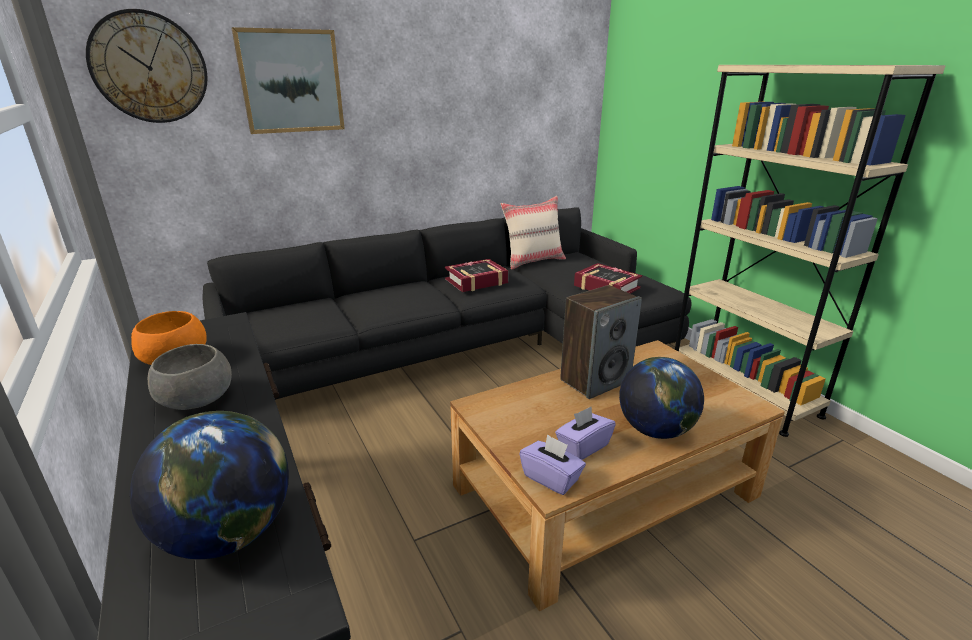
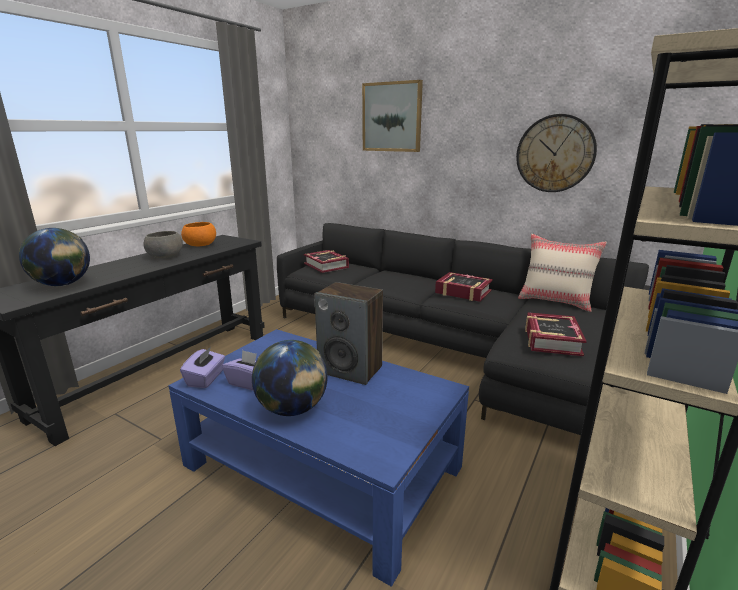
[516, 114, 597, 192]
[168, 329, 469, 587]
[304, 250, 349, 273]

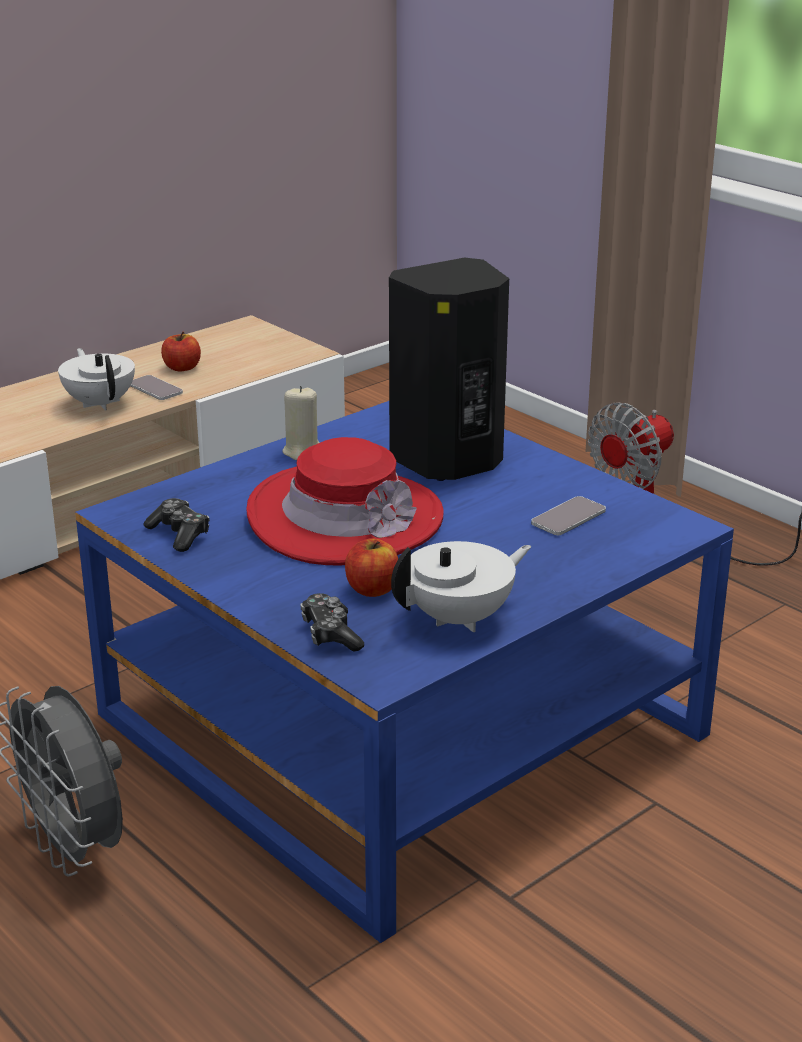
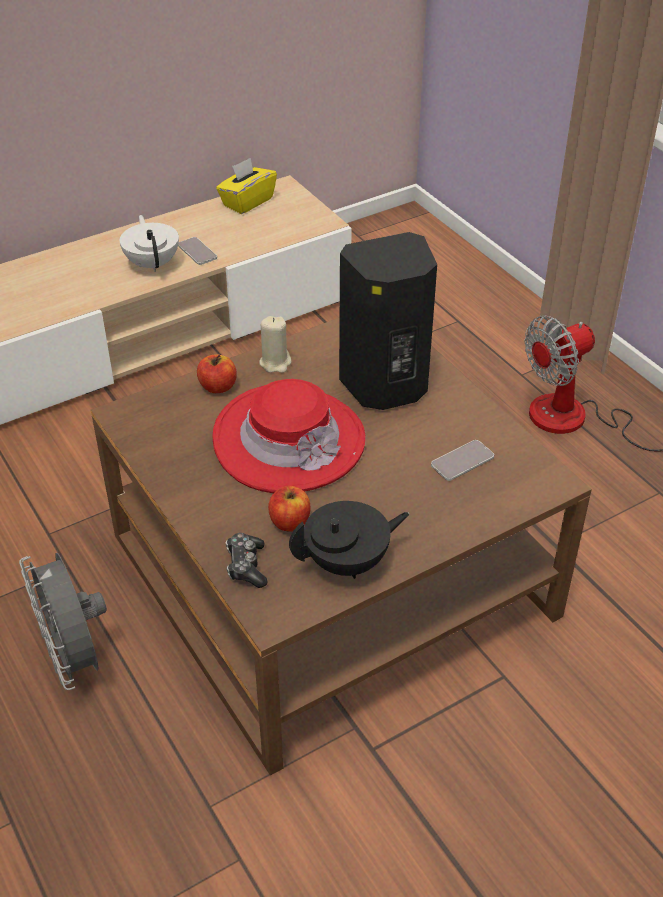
[197, 354, 237, 393]
[91, 317, 592, 775]
[143, 498, 210, 552] (first image)
[289, 501, 409, 579]
[216, 158, 277, 214]

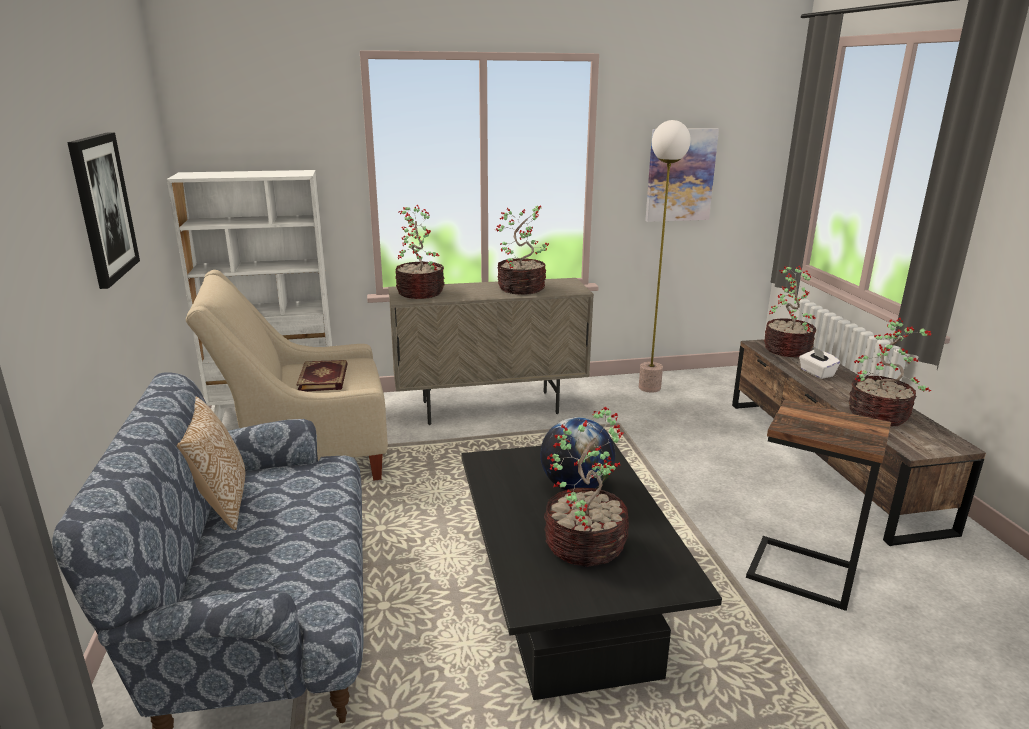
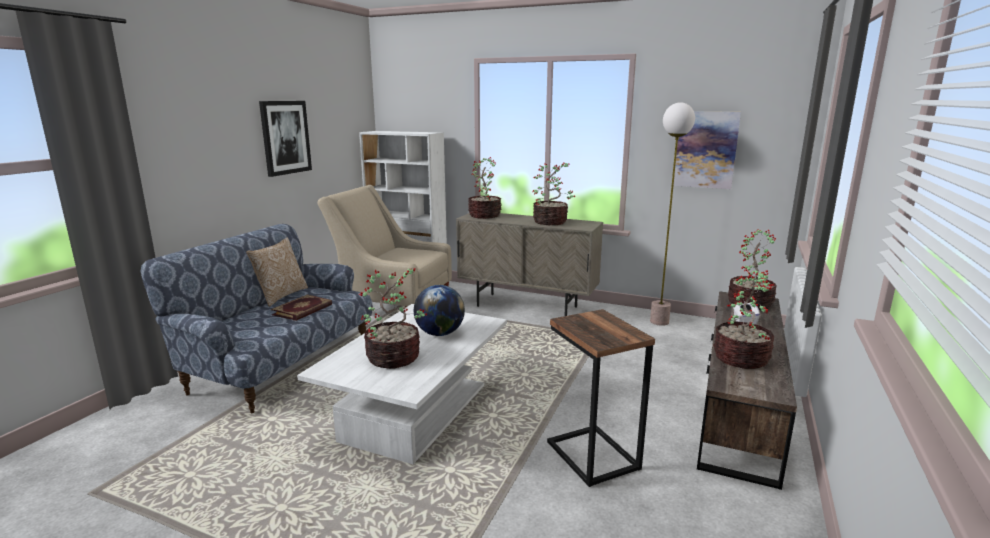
[271, 294, 332, 321]
[297, 304, 507, 464]

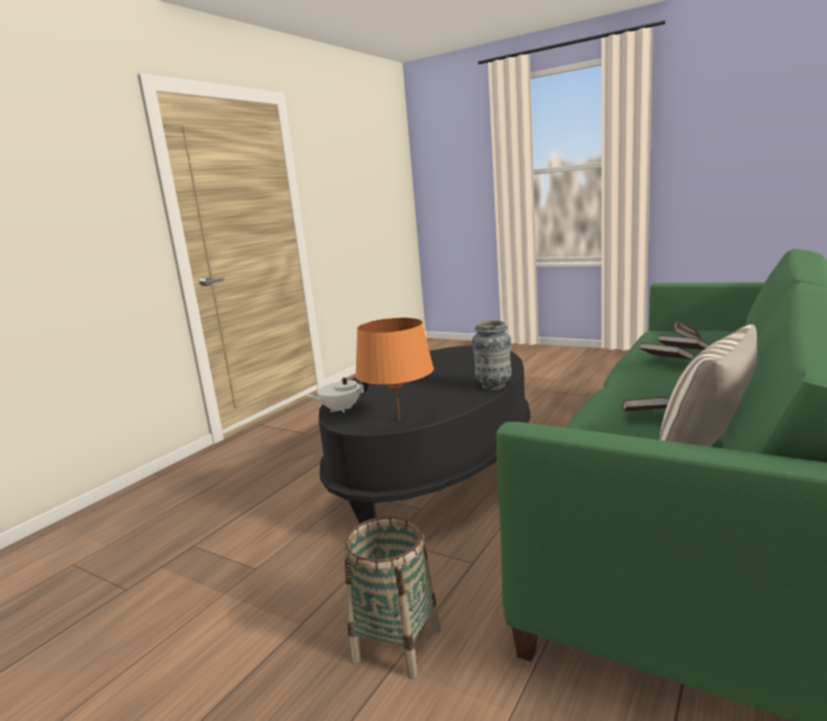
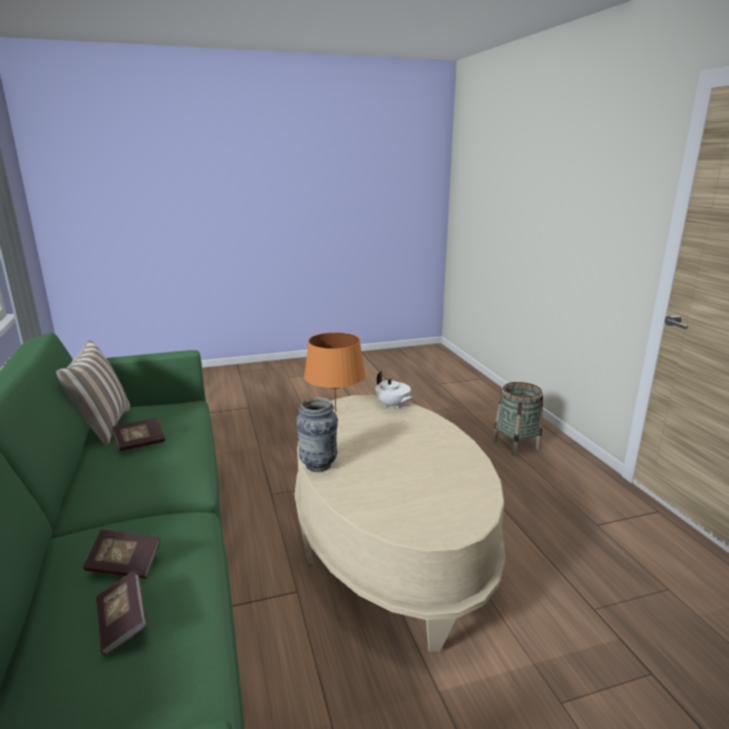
[640, 343, 694, 360] (first image)
[295, 395, 506, 652]
[375, 371, 412, 409]
[492, 382, 543, 456]

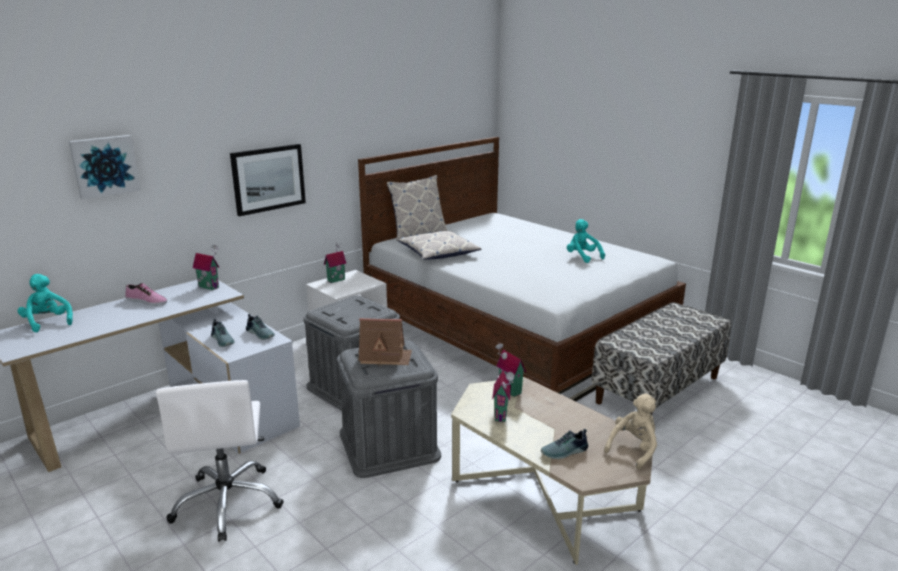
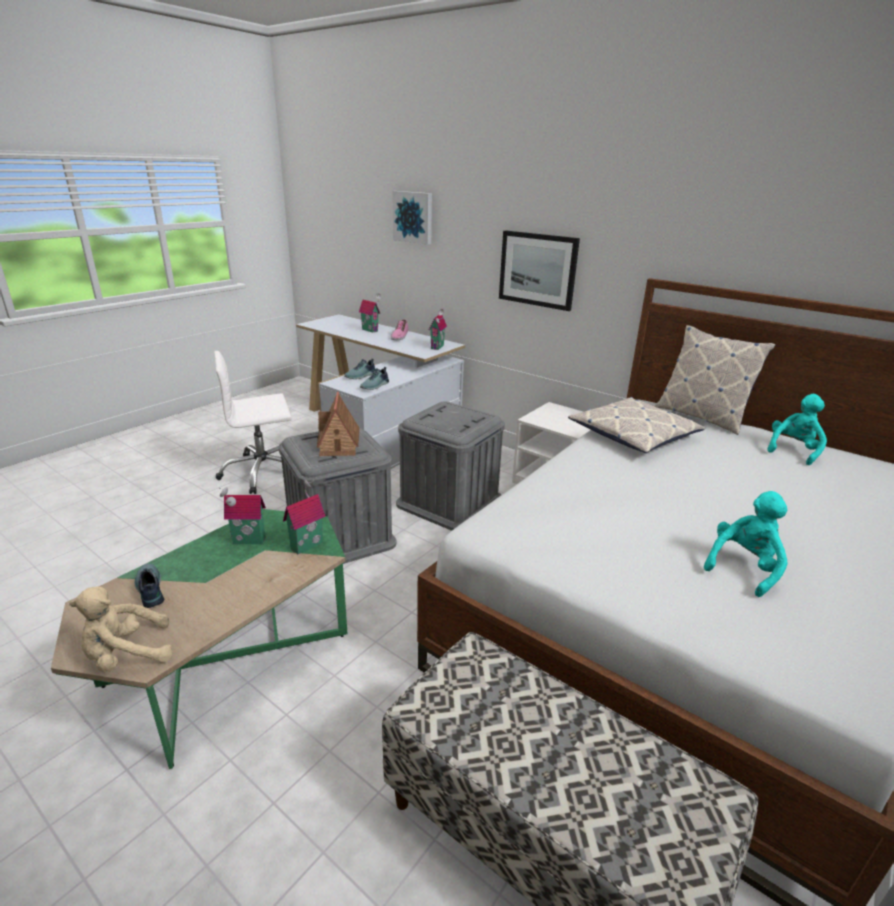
[359, 293, 381, 333]
[767, 394, 827, 465]
[51, 509, 348, 769]
[69, 587, 173, 672]

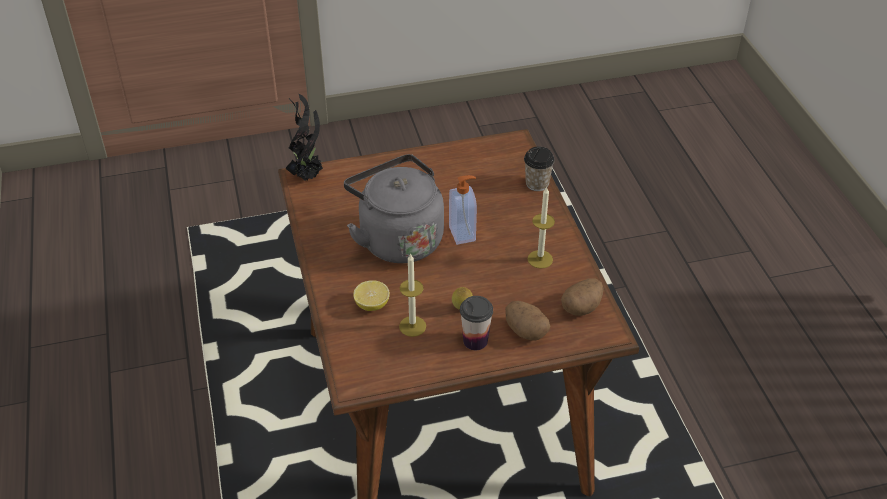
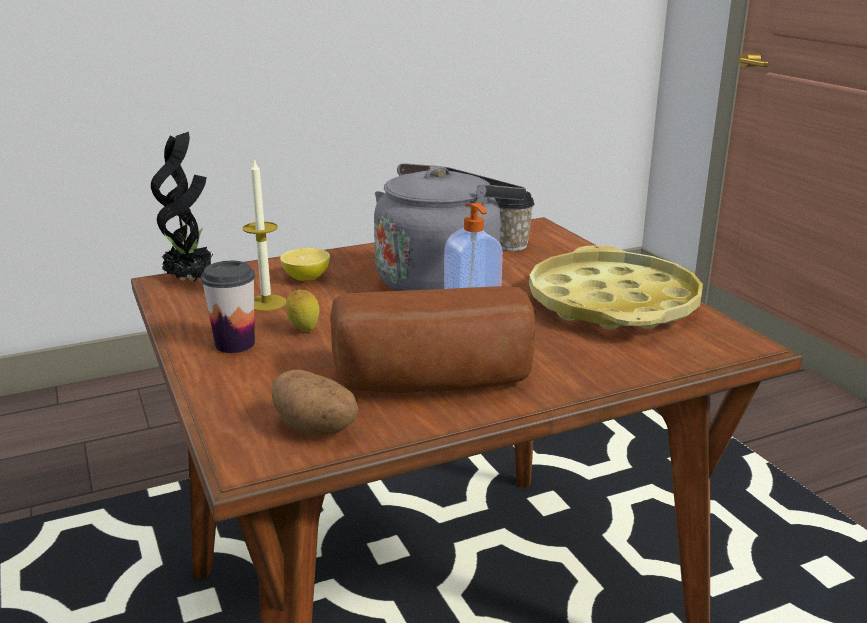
[151, 132, 213, 282]
[495, 191, 534, 251]
[330, 286, 535, 393]
[505, 301, 550, 341] (first image)
[529, 245, 703, 329]

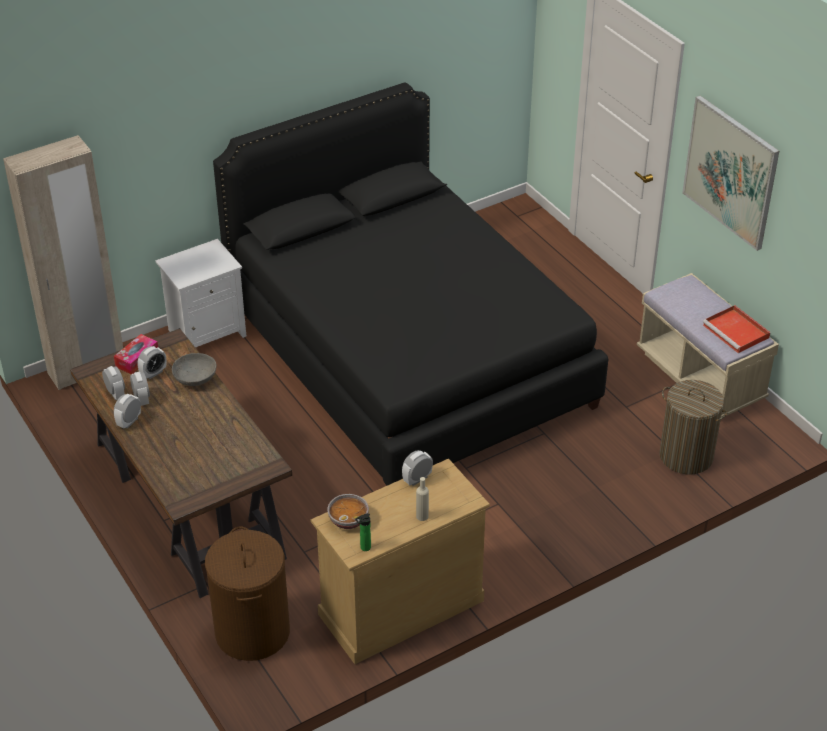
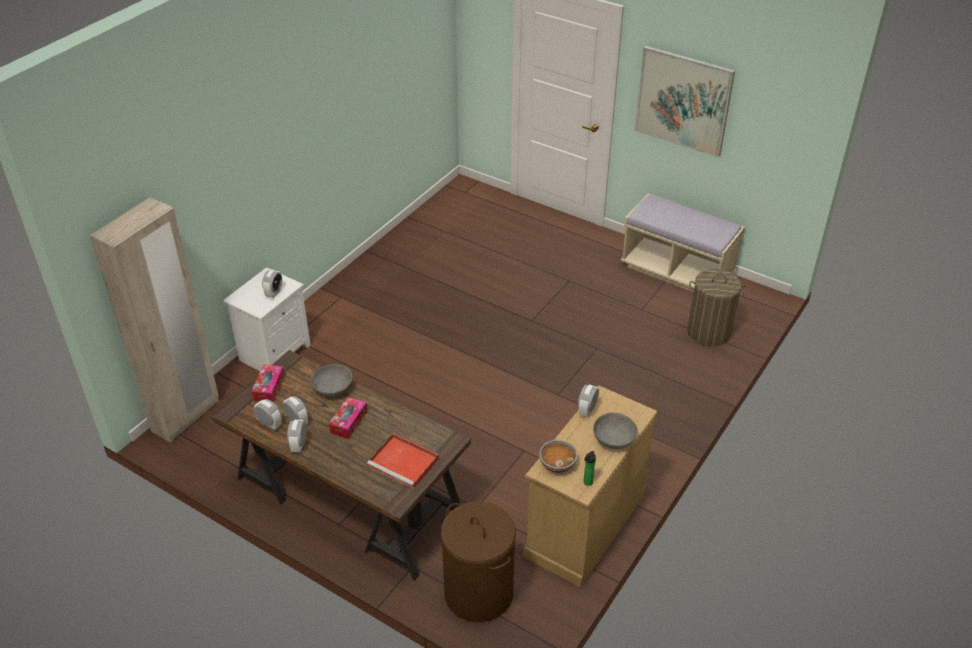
[213, 82, 608, 486] (first image)
[367, 433, 439, 489]
[262, 269, 282, 298]
[593, 413, 638, 449]
[329, 397, 367, 439]

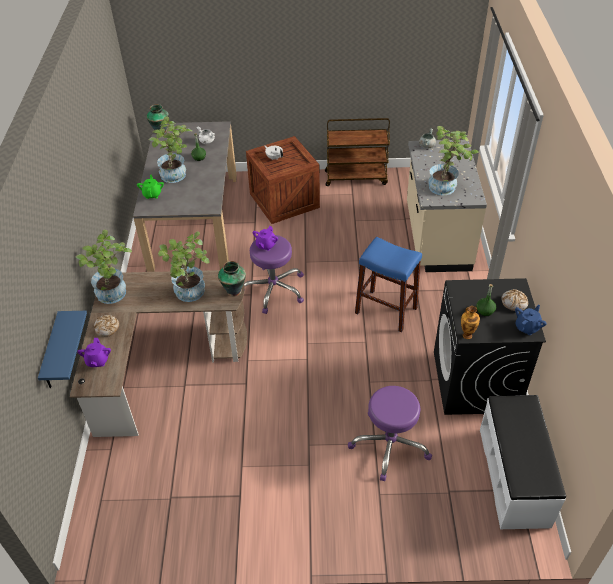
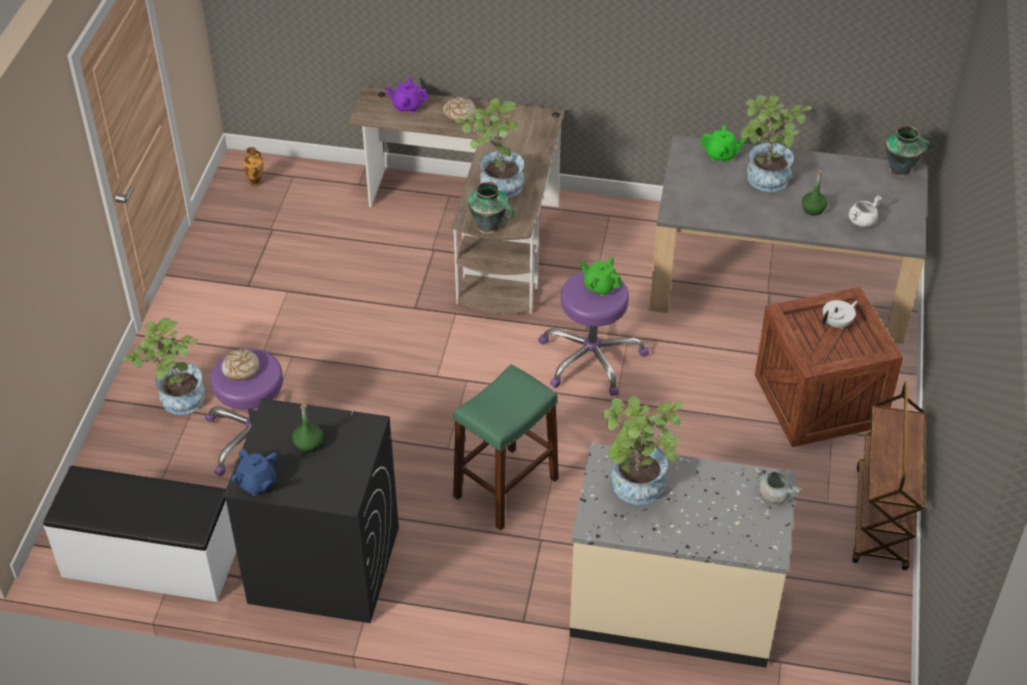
[580, 257, 622, 296]
[123, 318, 205, 415]
[453, 364, 559, 530]
[221, 349, 260, 380]
[243, 147, 264, 187]
[38, 311, 87, 388] (first image)

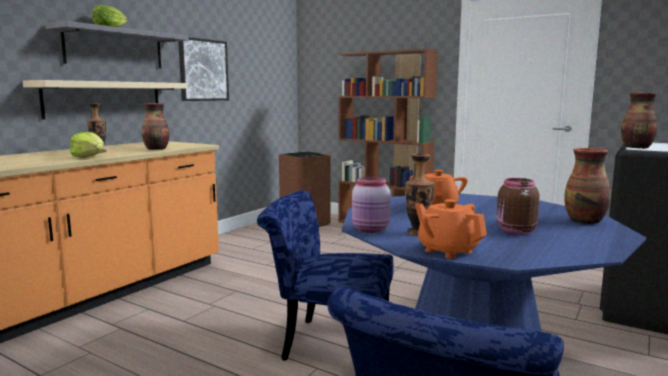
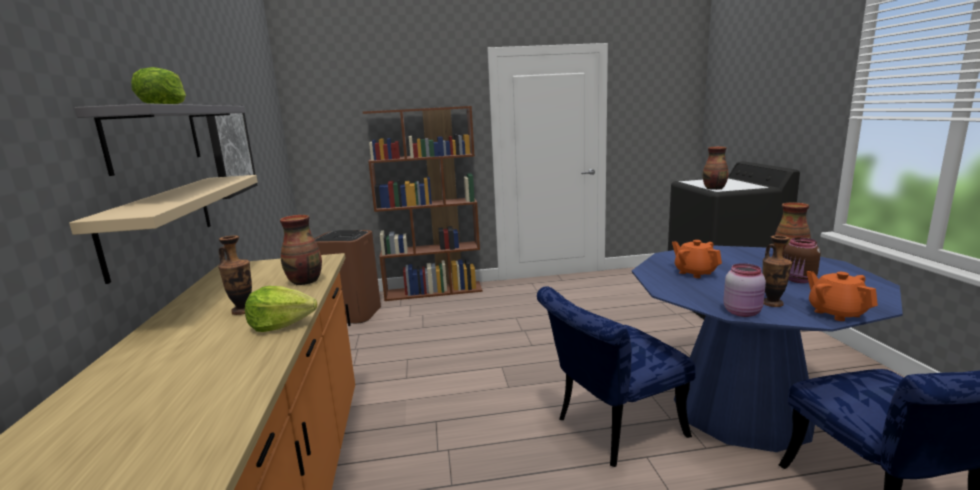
[806, 271, 878, 321]

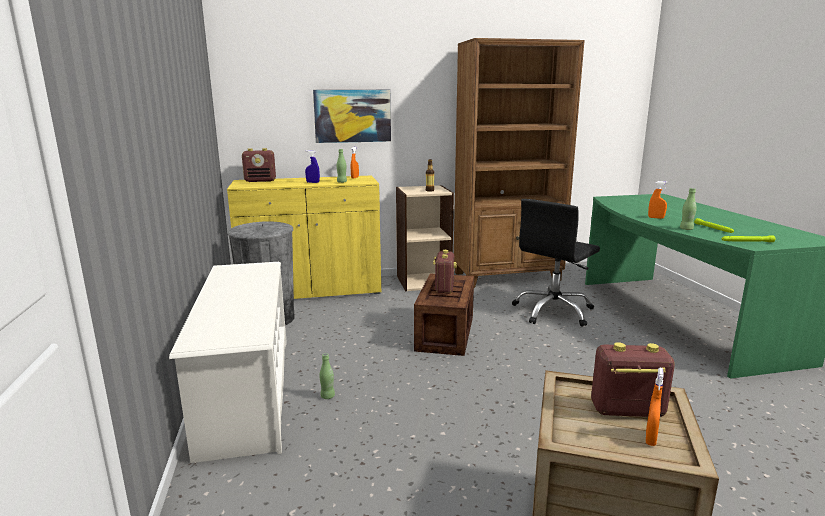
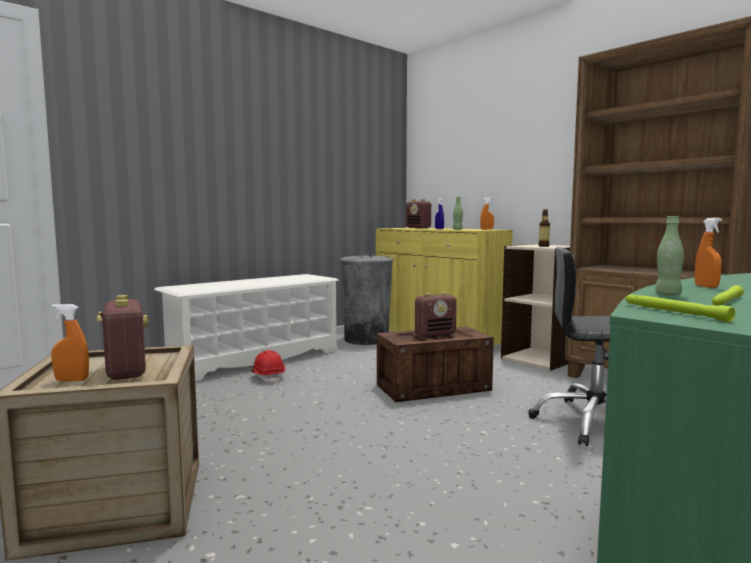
[313, 90, 391, 143] (first image)
[252, 350, 285, 383]

